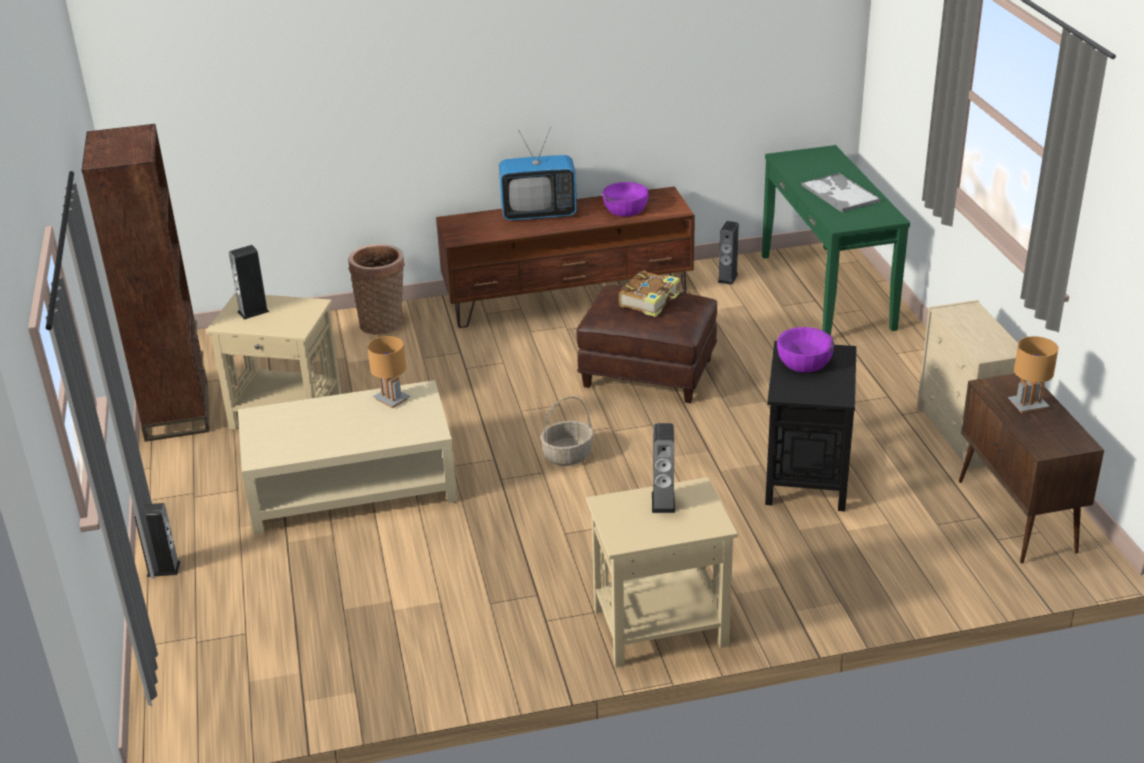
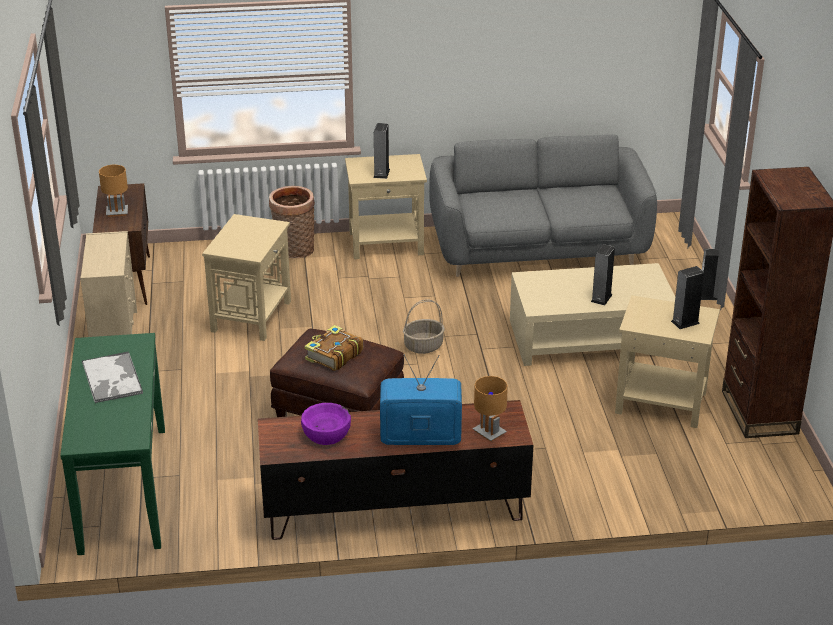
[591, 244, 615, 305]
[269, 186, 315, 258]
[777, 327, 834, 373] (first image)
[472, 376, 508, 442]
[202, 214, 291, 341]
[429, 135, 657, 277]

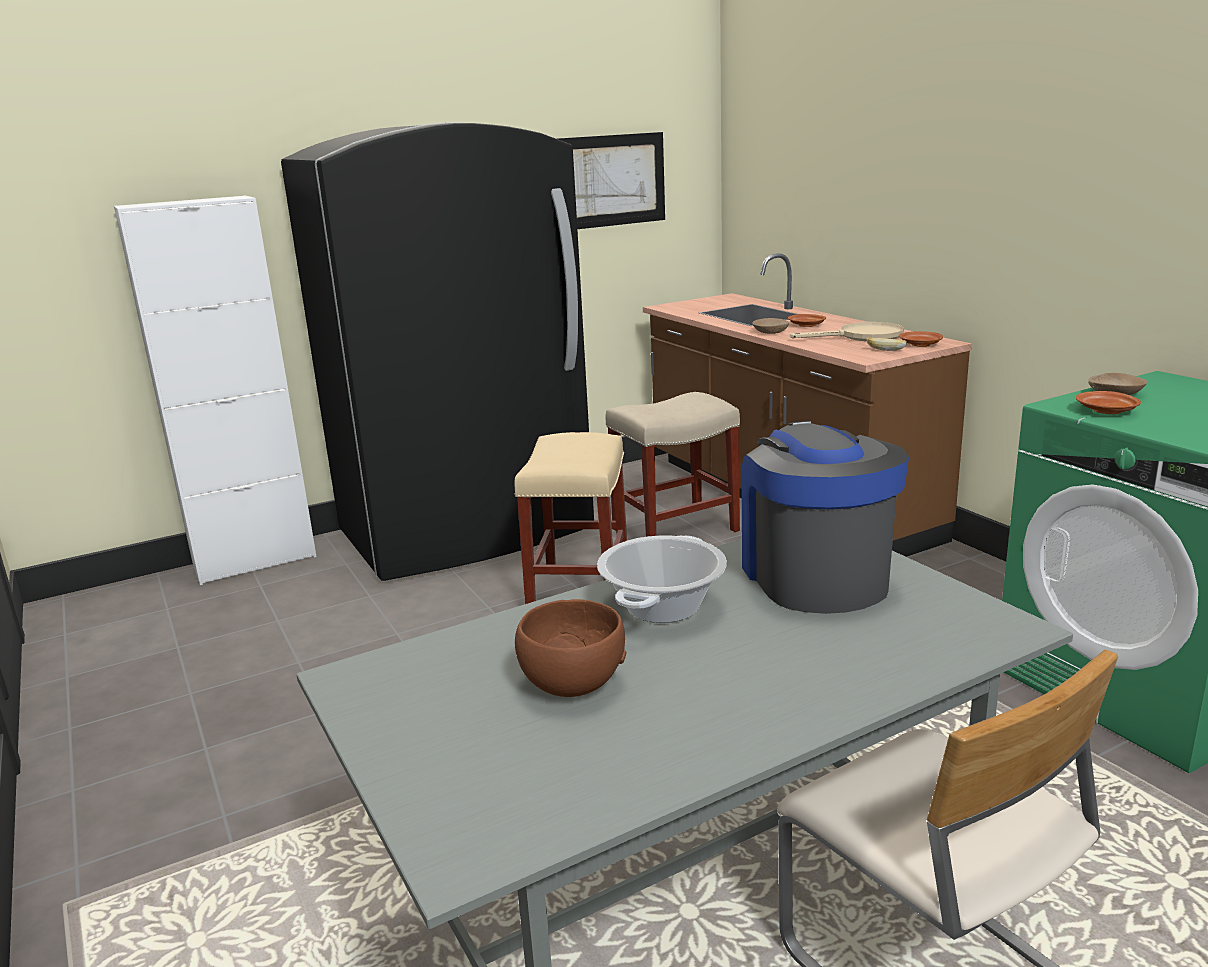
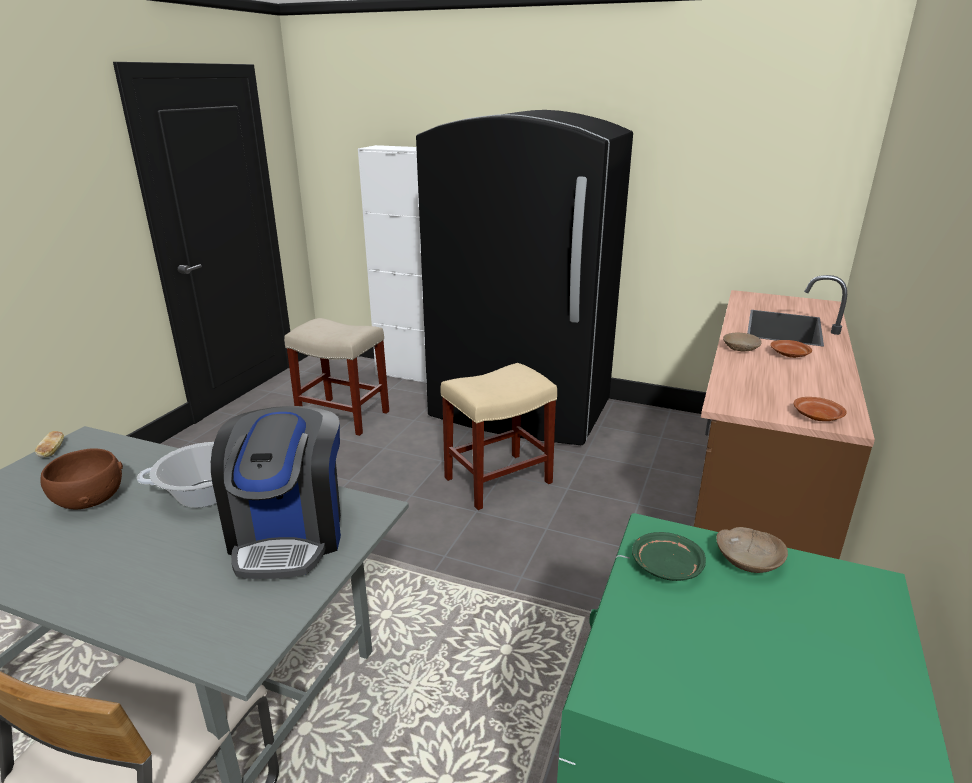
[558, 132, 665, 229] (first image)
[790, 322, 904, 341] (first image)
[35, 431, 64, 458]
[632, 532, 706, 581]
[284, 318, 389, 436]
[211, 406, 341, 579]

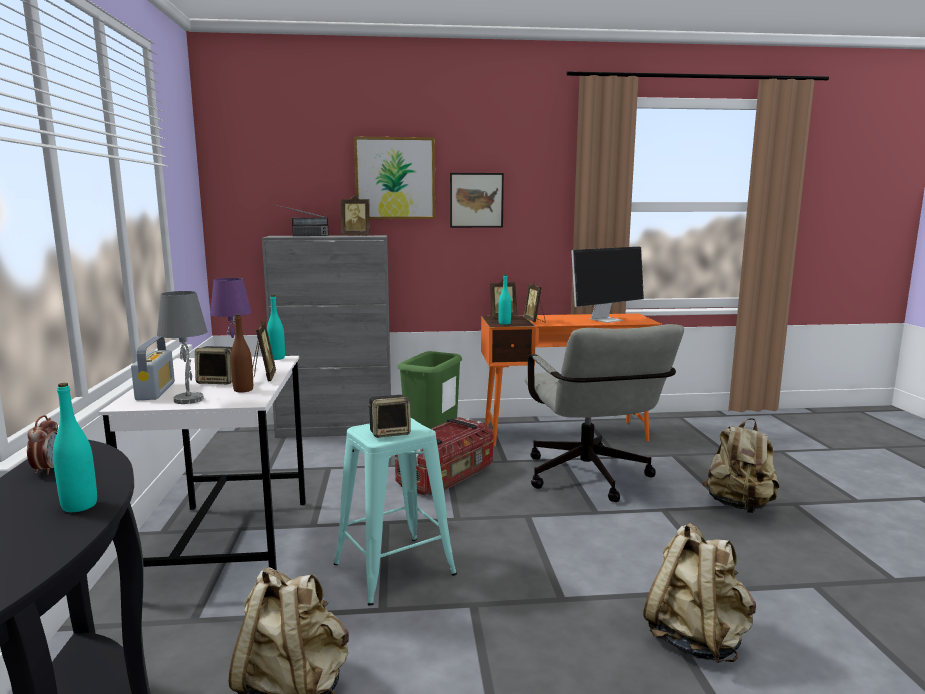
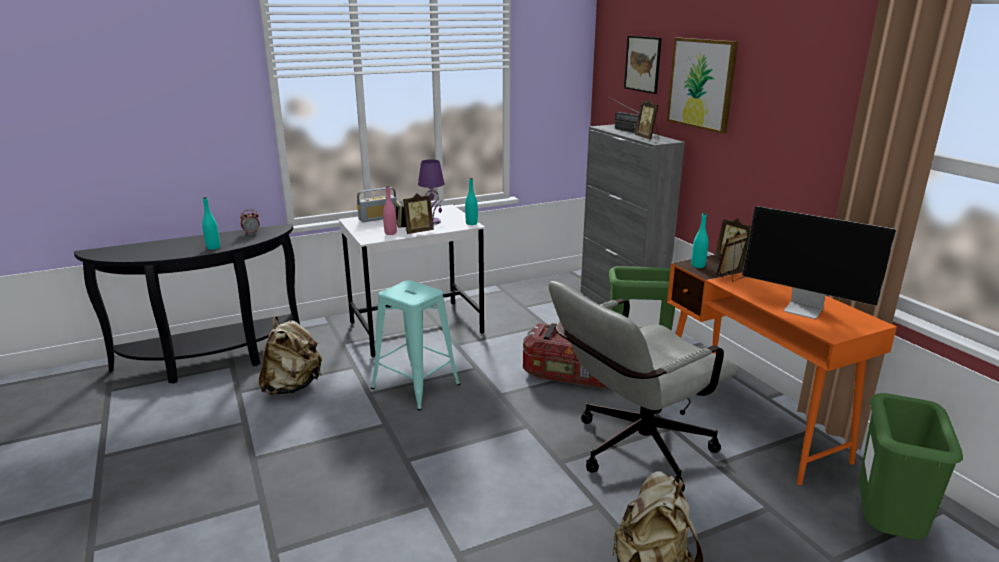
[624, 36, 662, 94]
[157, 291, 208, 404] (first image)
[383, 186, 397, 235]
[368, 395, 411, 438] (first image)
[643, 523, 756, 663] (first image)
[859, 393, 963, 540]

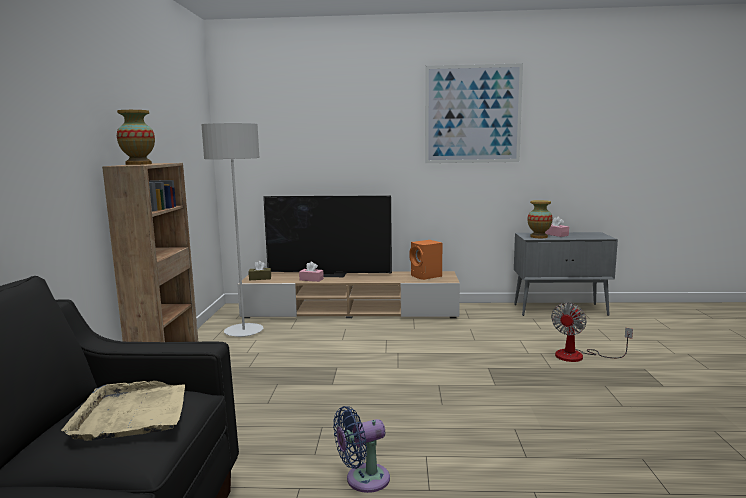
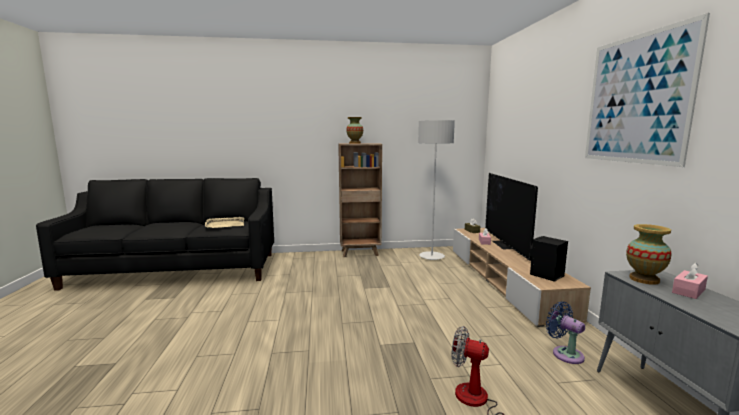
[530, 236, 568, 282]
[546, 301, 585, 364]

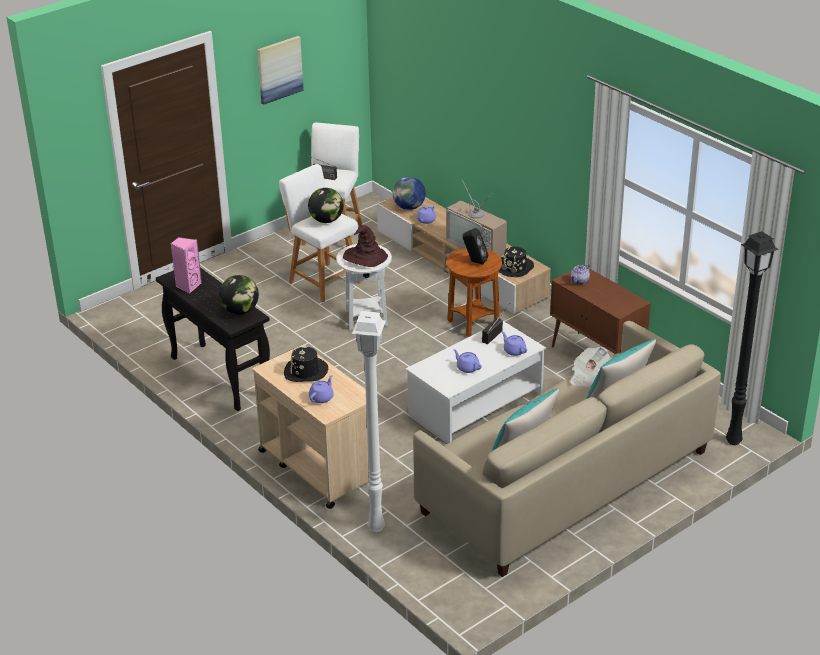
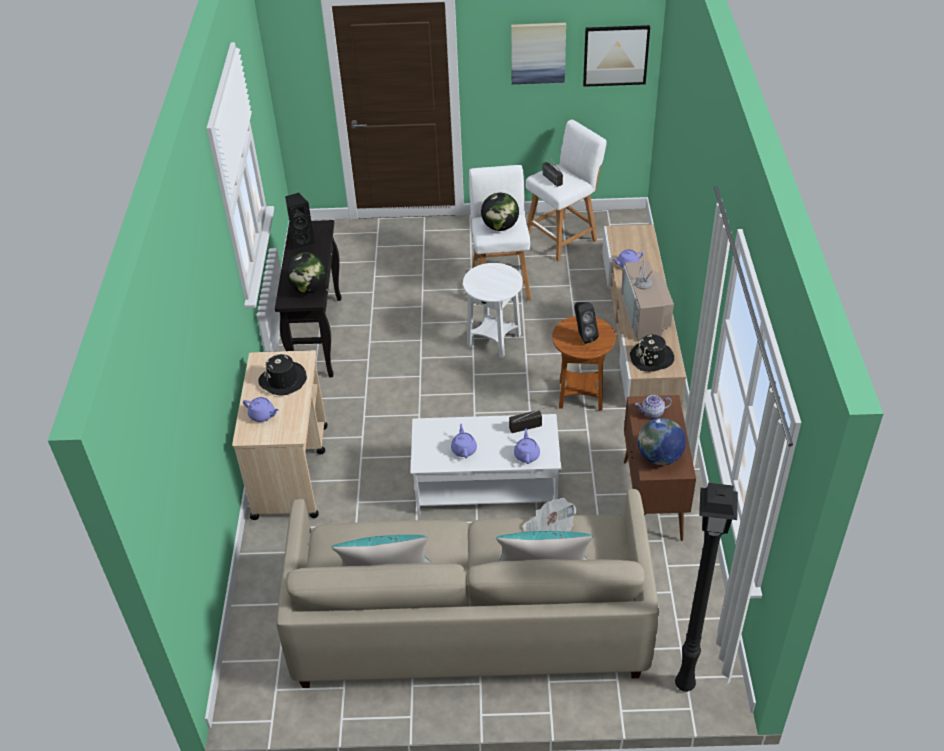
[638, 418, 686, 465]
[343, 225, 388, 267] (first image)
[285, 193, 315, 250]
[352, 311, 386, 532] (first image)
[243, 397, 279, 422]
[583, 25, 650, 87]

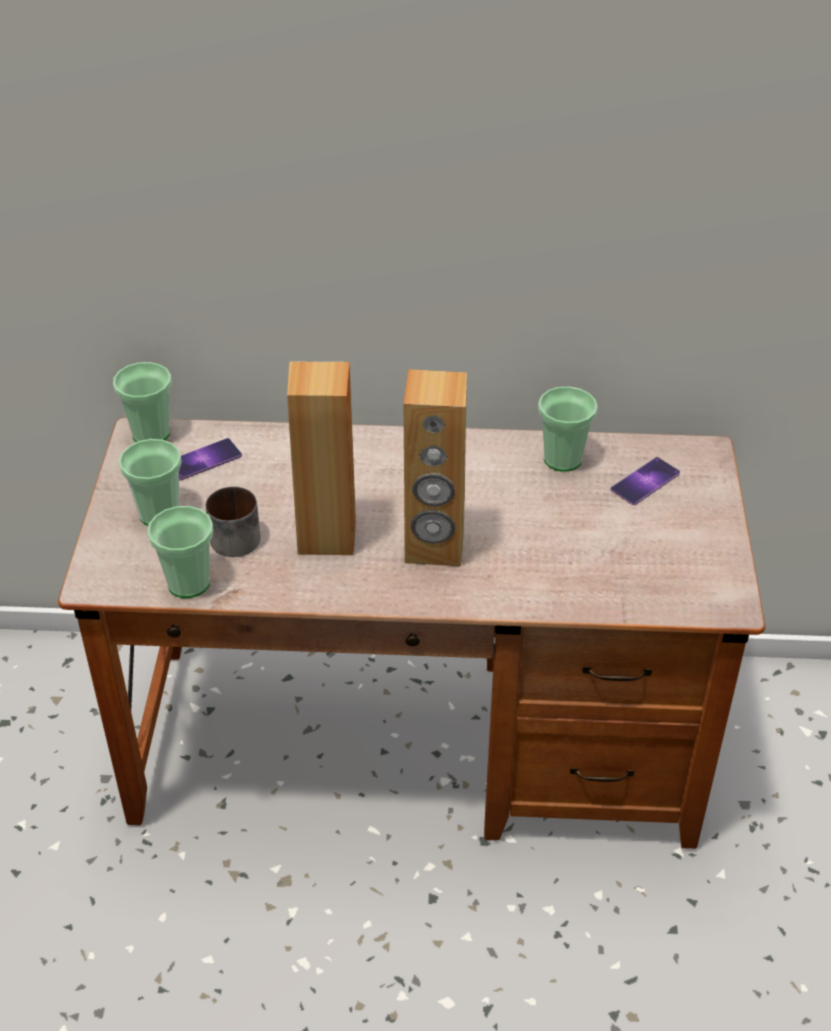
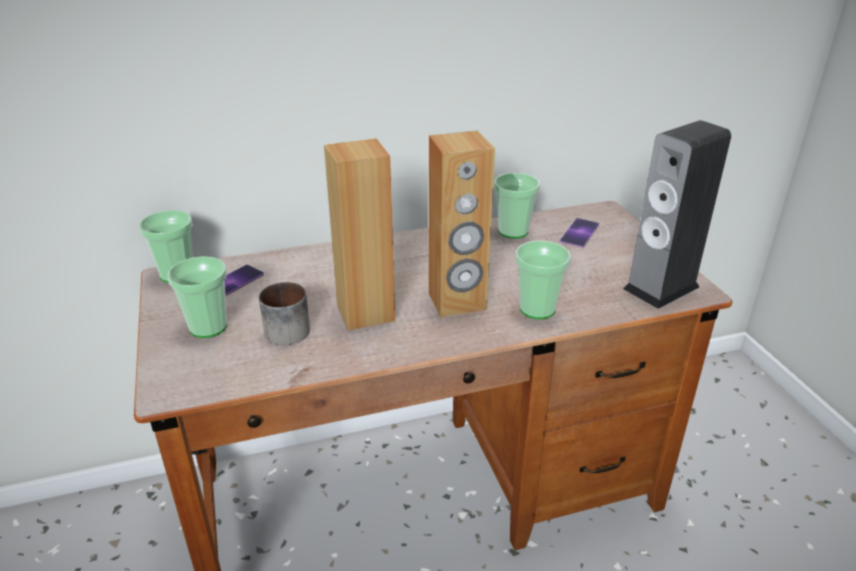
[515, 241, 571, 319]
[623, 120, 731, 309]

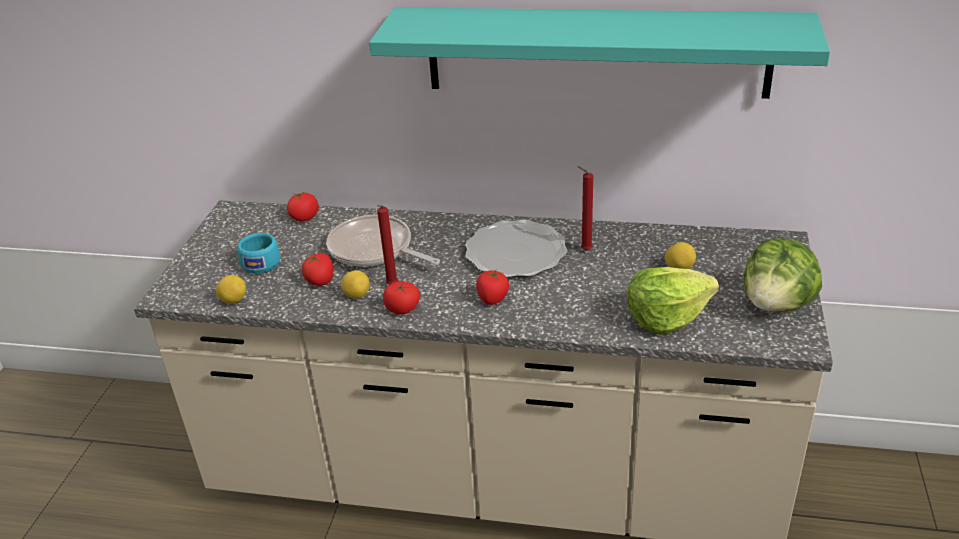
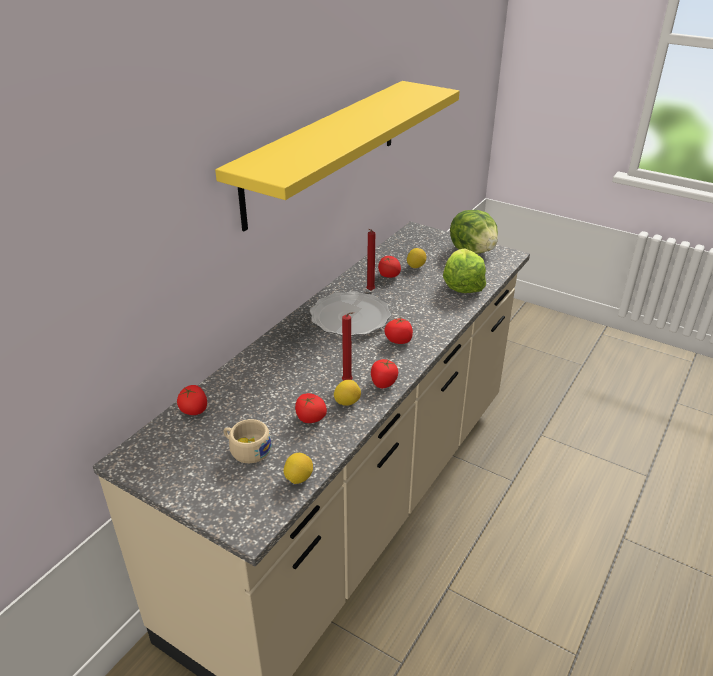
[215, 81, 460, 231]
[326, 215, 440, 267] (first image)
[224, 419, 272, 463]
[378, 256, 401, 278]

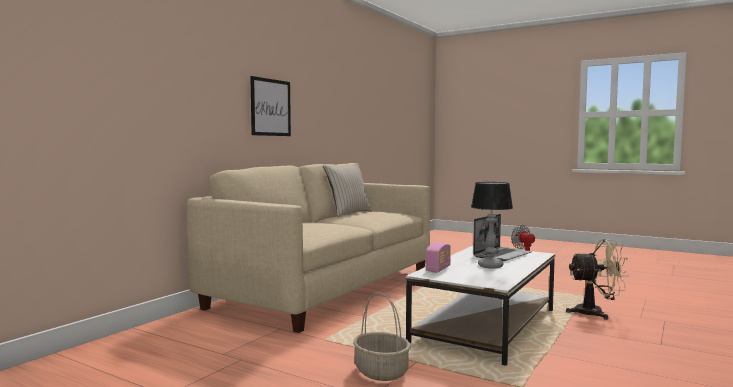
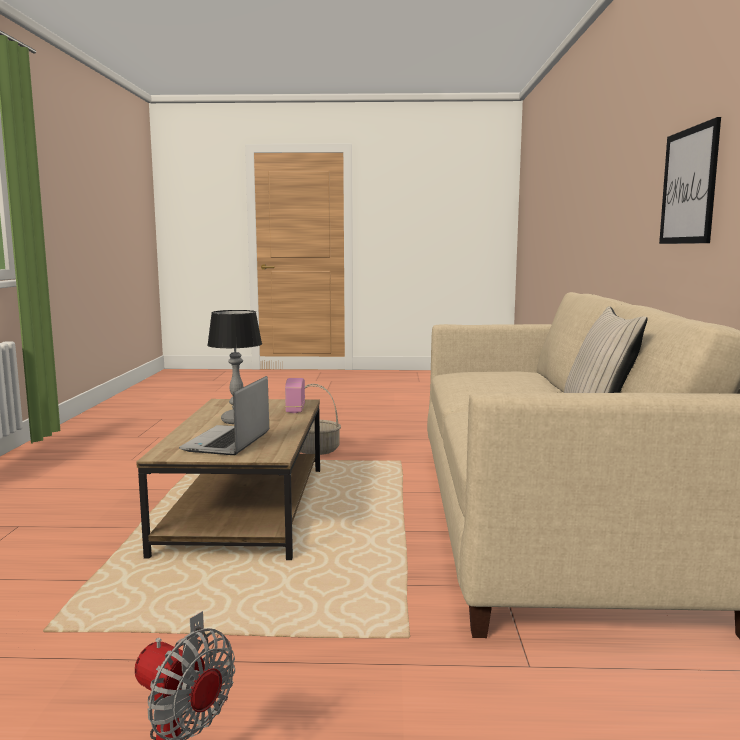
[566, 239, 629, 320] (first image)
[136, 399, 320, 560]

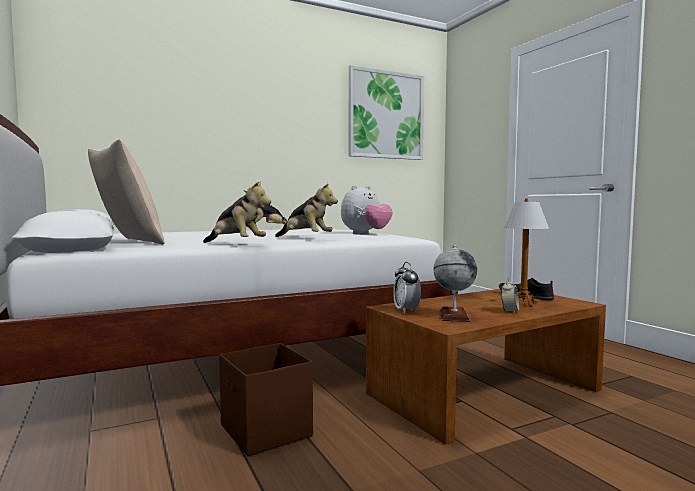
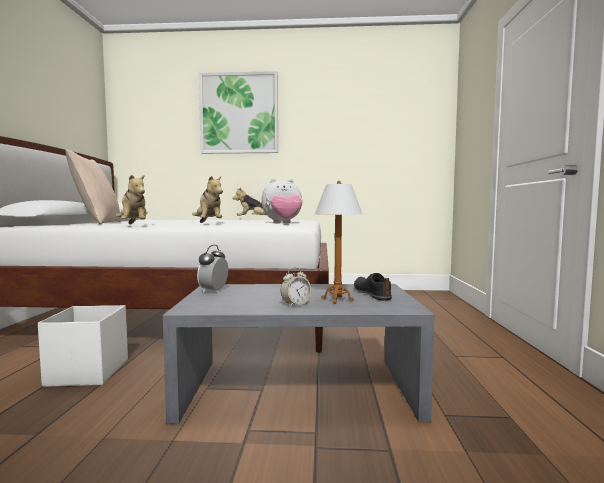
[199, 71, 278, 154]
[433, 245, 477, 322] (first image)
[163, 284, 434, 424]
[38, 305, 128, 387]

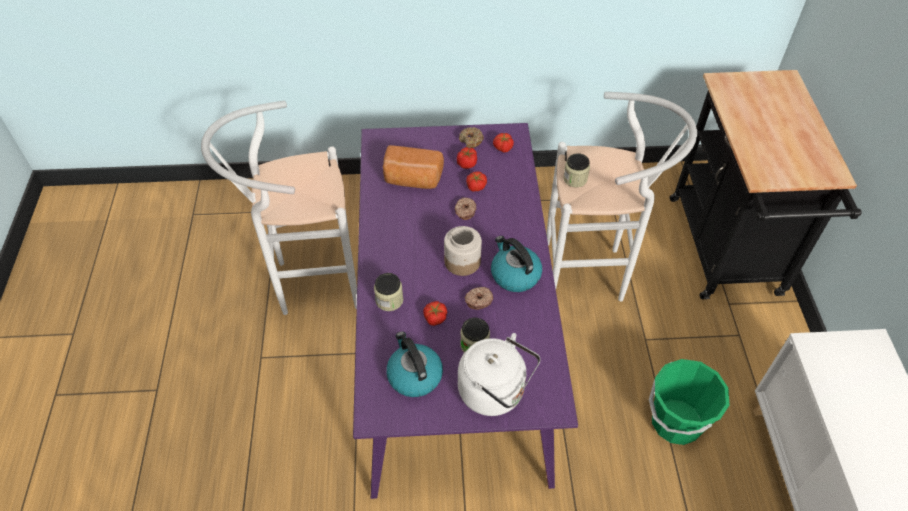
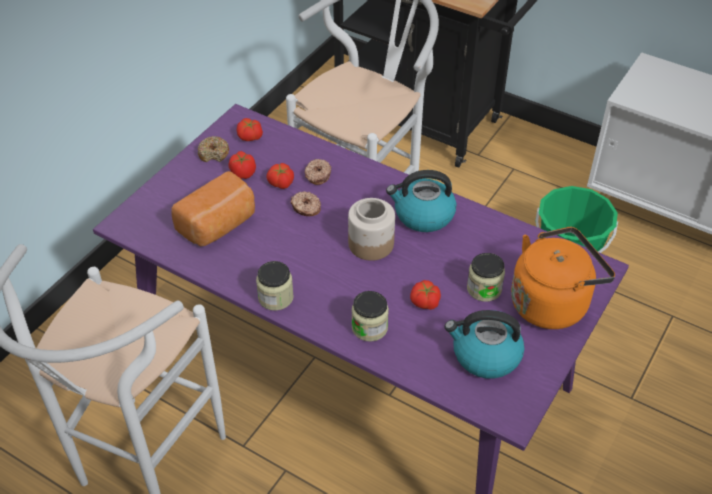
[256, 261, 294, 311]
[304, 159, 332, 185]
[511, 227, 615, 329]

